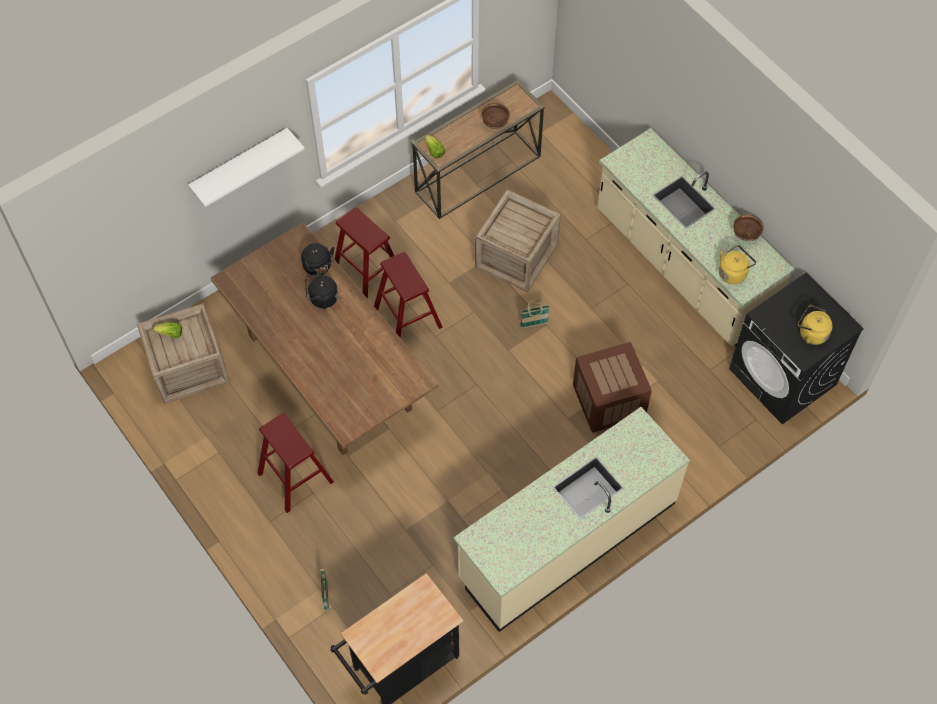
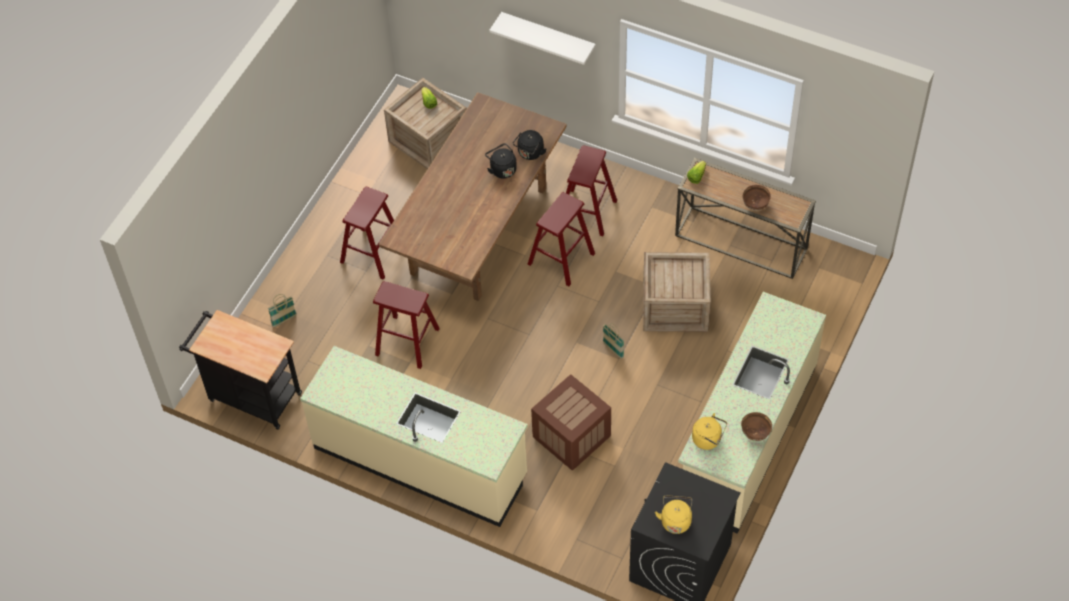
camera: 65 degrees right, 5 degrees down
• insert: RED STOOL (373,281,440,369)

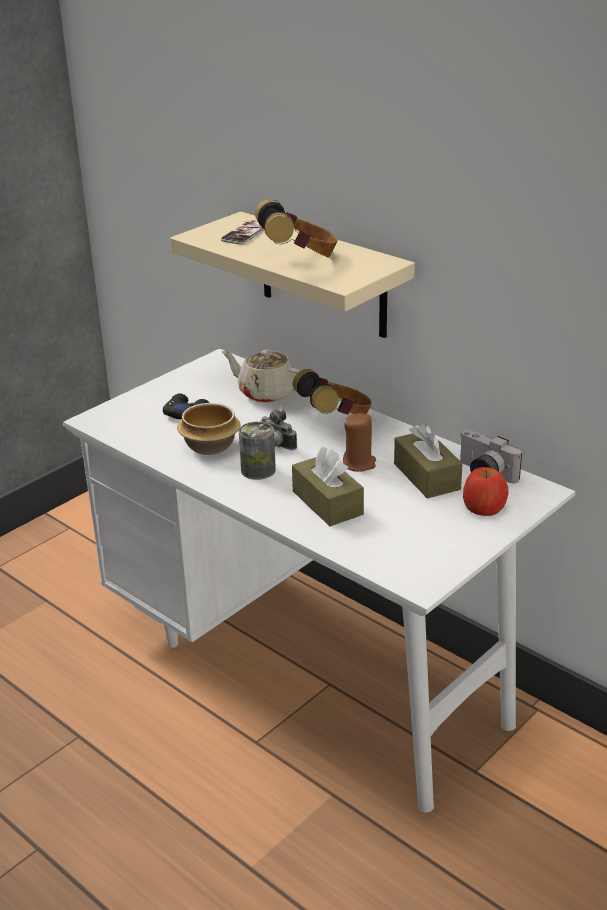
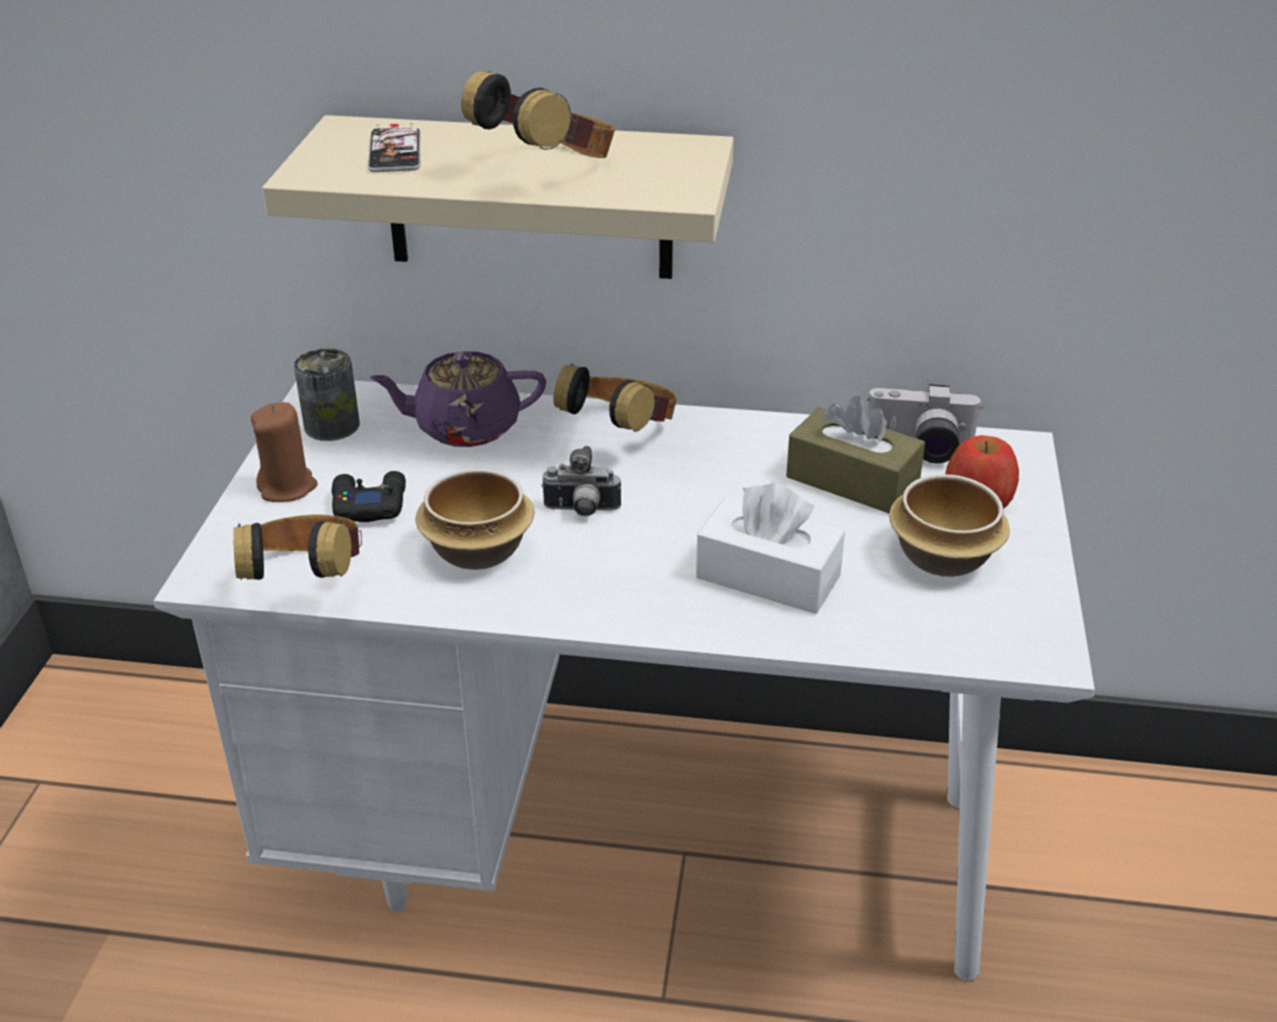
camera: 35 degrees left, 5 degrees up
• insert: HEADPHONES (233,514,362,580)
• insert: BOWL (889,474,1010,577)
• move: CAN (239,422,276,480) to (294,348,360,441)
• move: BROWN CANDLE (342,413,376,472) to (251,402,318,502)
• recolor: BEIGE TEAPOT (222,349,301,403) to PURPLE TEAPOT (369,351,546,447)
• recolor: BROWN TISSUE BOX (292,447,364,526) to WHITE TISSUE BOX (696,483,845,614)

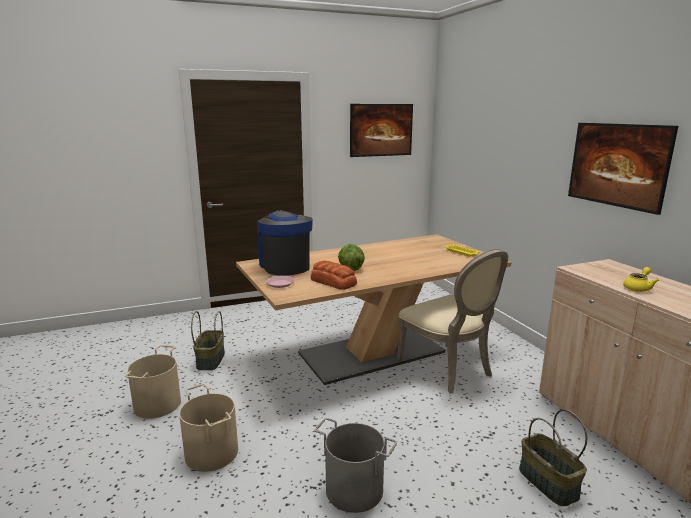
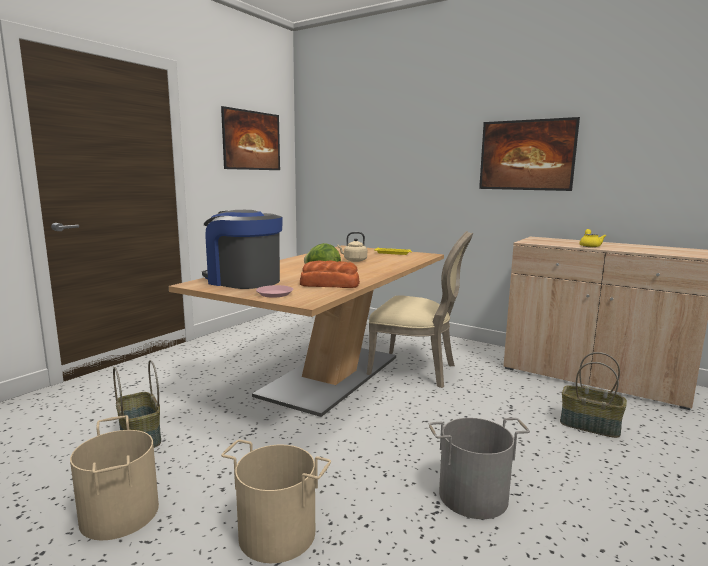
camera: 35 degrees left, 5 degrees down
• insert: BEIGE KETTLE (337,232,367,262)

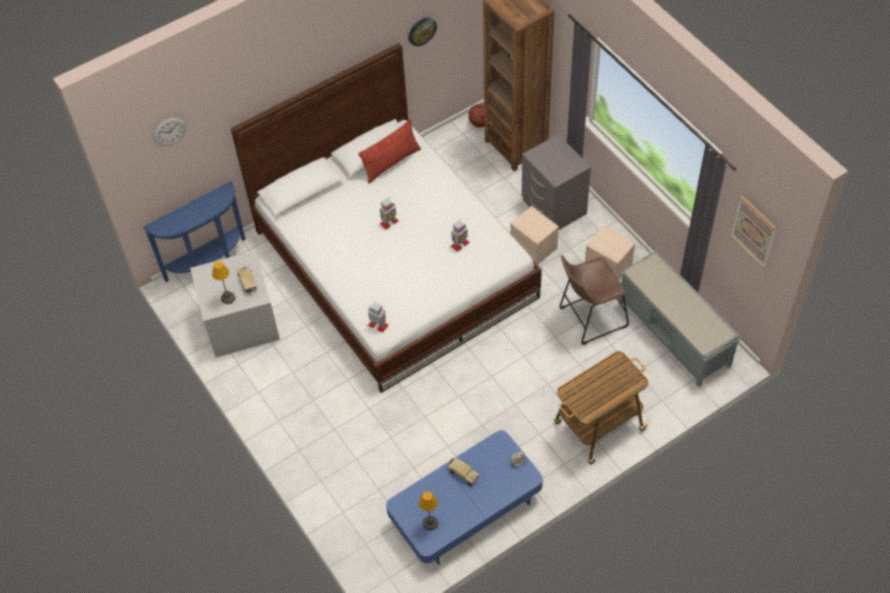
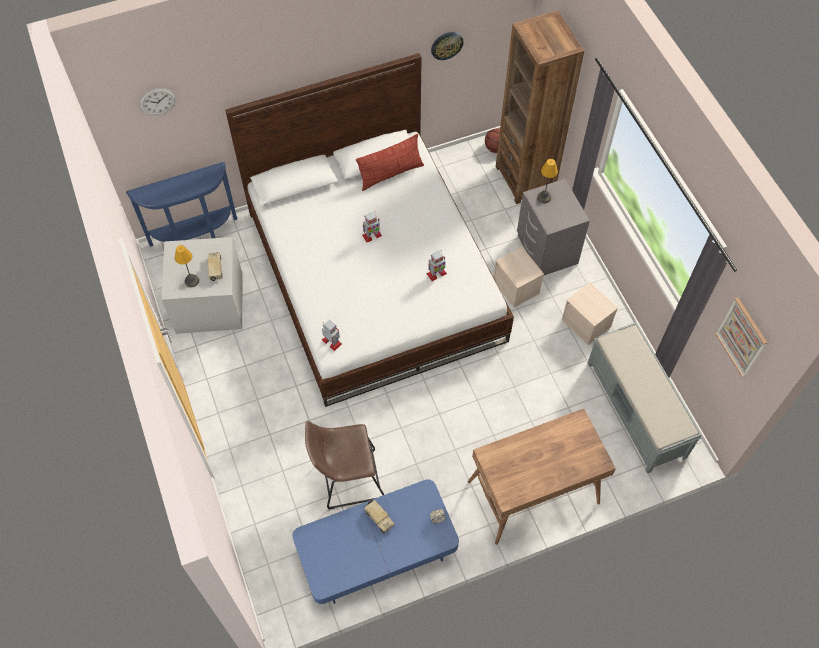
camera: 10 degrees right, 5 degrees up
• move: TABLE LAMP (419,491,438,531) to (537,159,558,203)
• move: BROWN STOOL (559,255,629,345) to (305,421,384,510)
• replace: CART (554,351,650,464) to BROWN DESK (468,409,616,545)

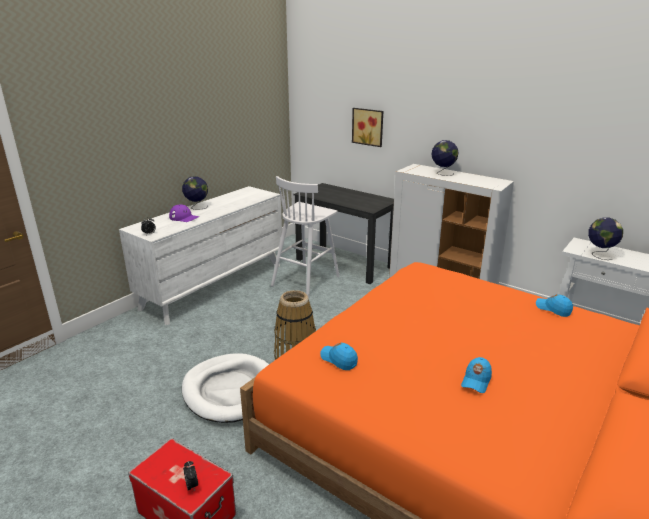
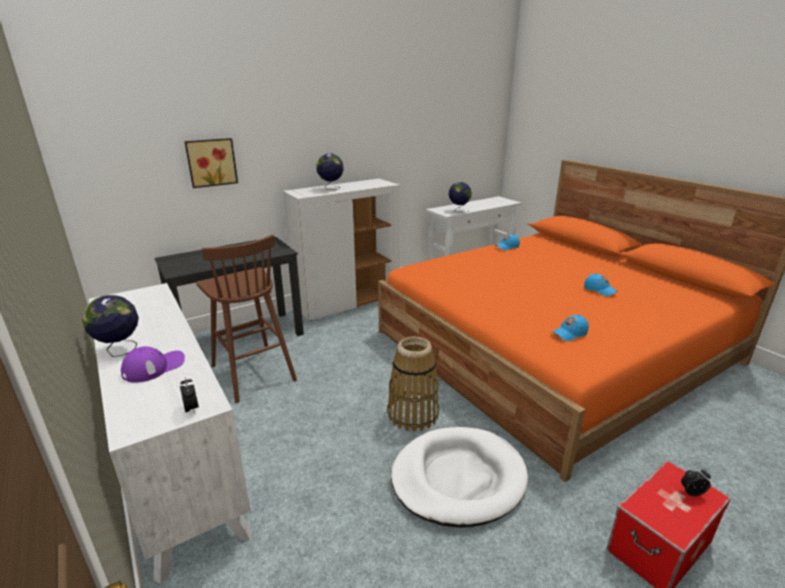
camera: 70 degrees left, 0 degrees up
• recolor: WHITE STOOL (271,176,340,298) to BROWN STOOL (196,235,297,403)

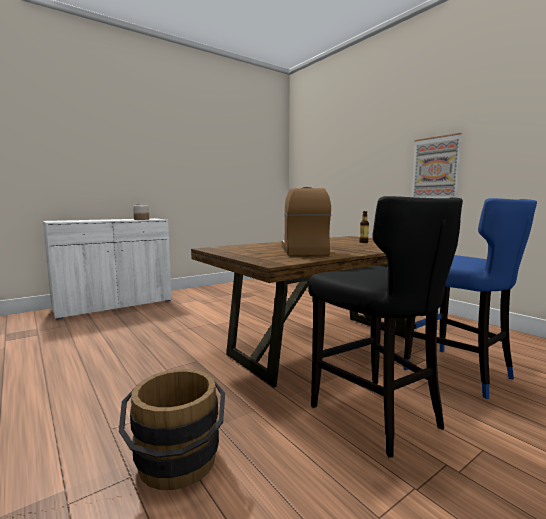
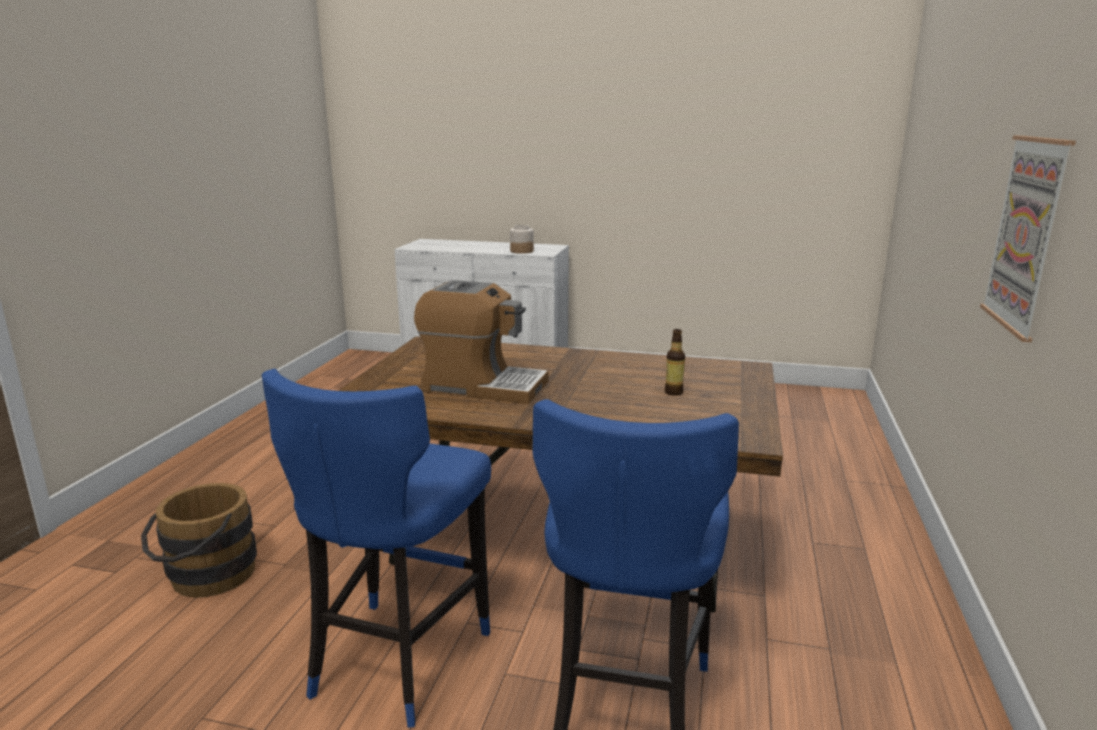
camera: 50 degrees right, 10 degrees up
• recolor: BLACK STOOL (308,196,463,458) to BLUE STOOL (262,369,491,728)
• rotate: COFFEE MACHINE (282,187,331,256) = (414,280,549,404) 60 degrees clockwise

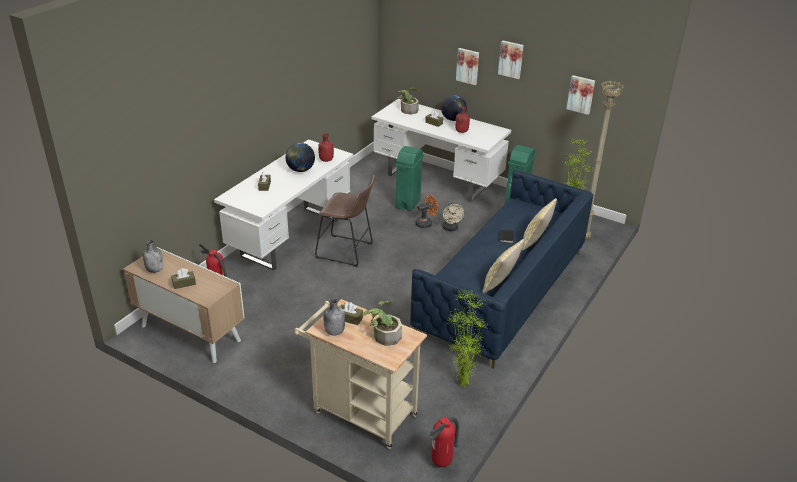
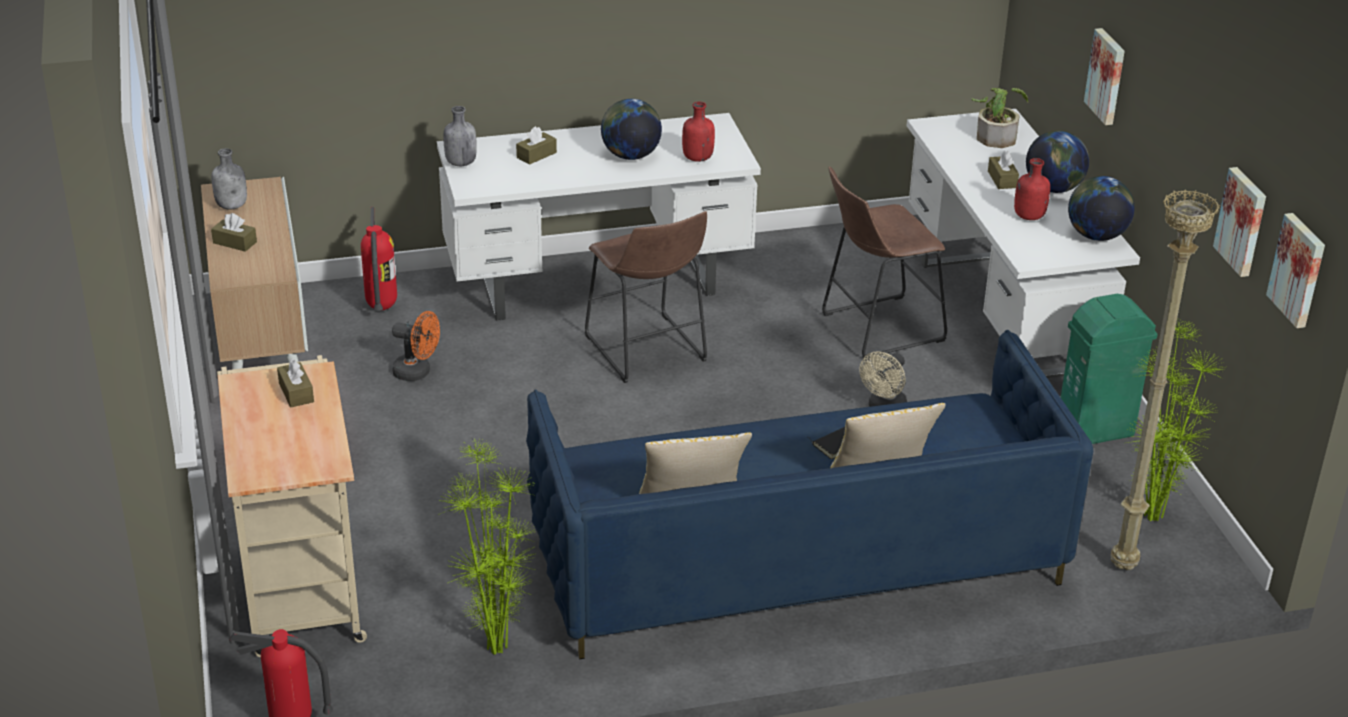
camera: 45 degrees right, 0 degrees up
• delete: POTTED PLANT (363,301,402,346)
• insert: GLOBE (1068,176,1134,241)
• move: GREY BOTTLE (323,298,345,335) to (443,106,477,166)
• move: ORANGE FAN (415,194,438,228) to (392,311,440,381)
• move: PICTURE (498,40,524,79) to (1266,213,1325,328)
• replace: GREEN TRASH CAN (396,146,424,211) to BROWN STOOL (822,167,947,360)

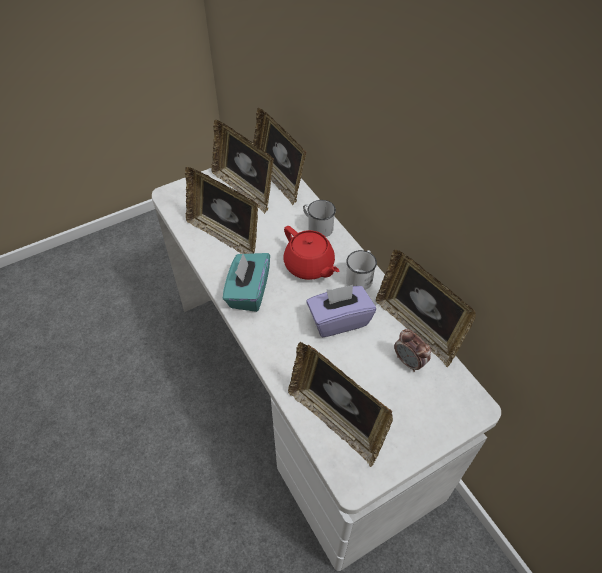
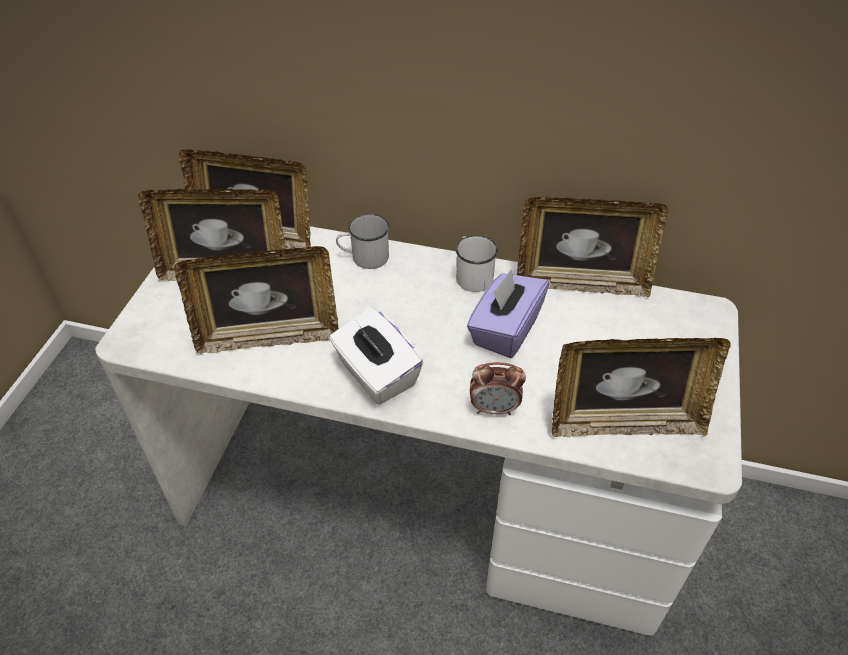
camera: 45 degrees left, 5 degrees down
• delete: RED TEAPOT (284,226,339,280)
• move: ALARM CLOCK (394,329,431,372) to (470,362,526,415)
• recolor: TURQUOISE TISSUE BOX (223,253,270,312) to WHITE TISSUE BOX (329,306,423,405)

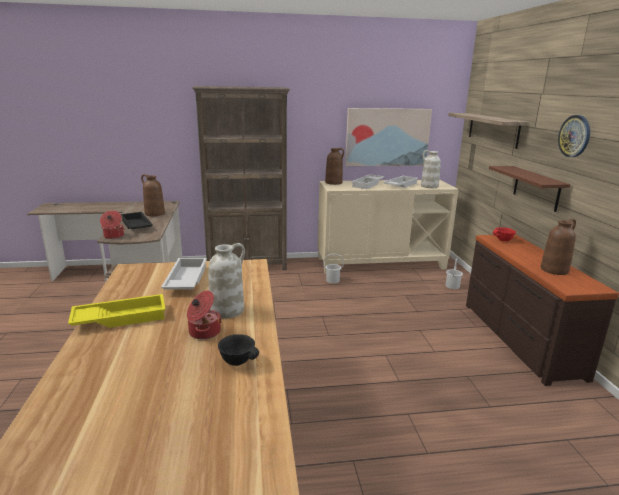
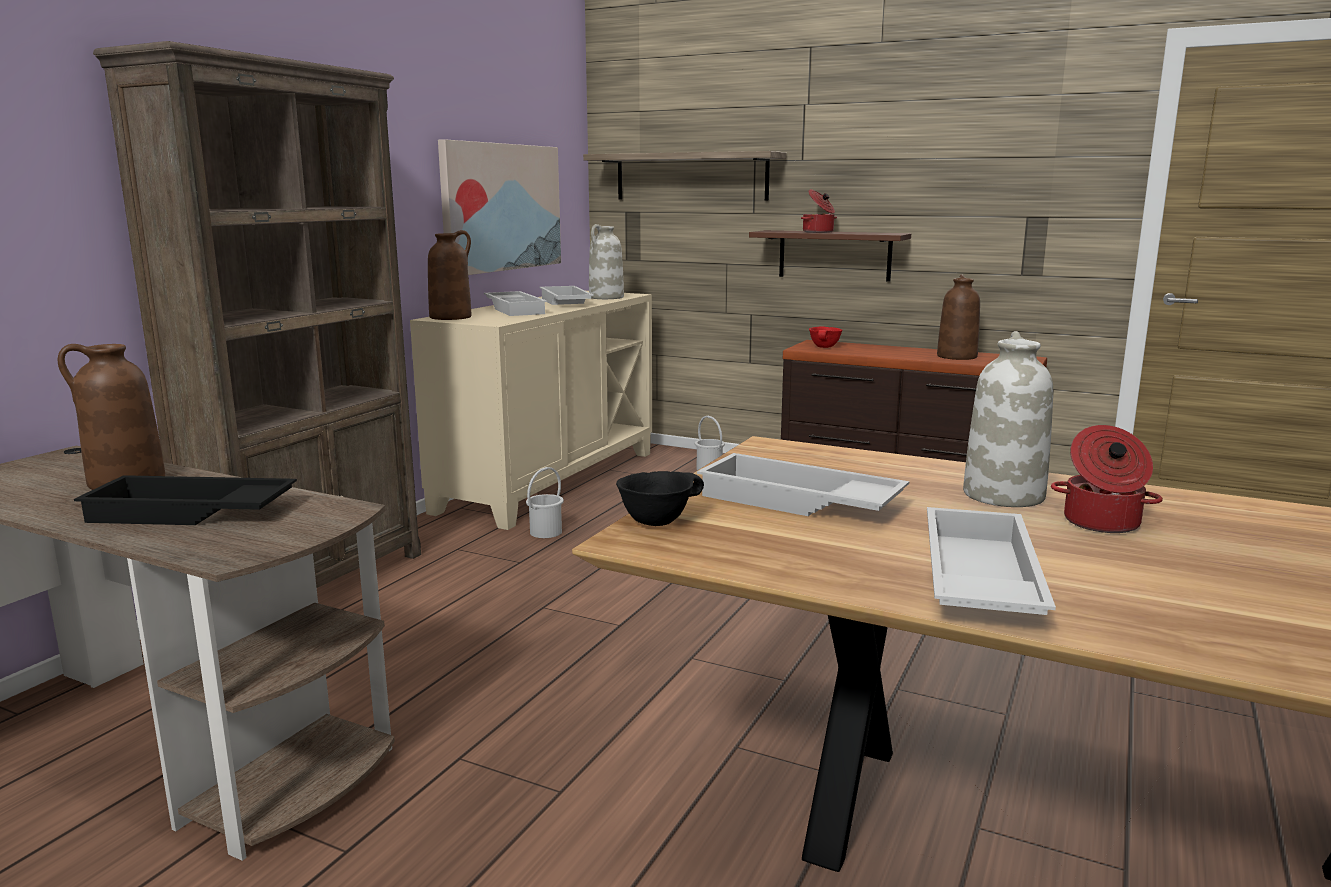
camera: 55 degrees left, 5 degrees down
• delete: WALL CLOCK (558,115,590,157)
• move: COOKING POT (100,210,125,239) to (801,189,837,233)
• move: BLACK BOWL (218,334,259,366) to (616,471,704,526)
• recolor: YELLOW TRAY (68,294,166,328) to WHITE TRAY (927,507,1056,615)

